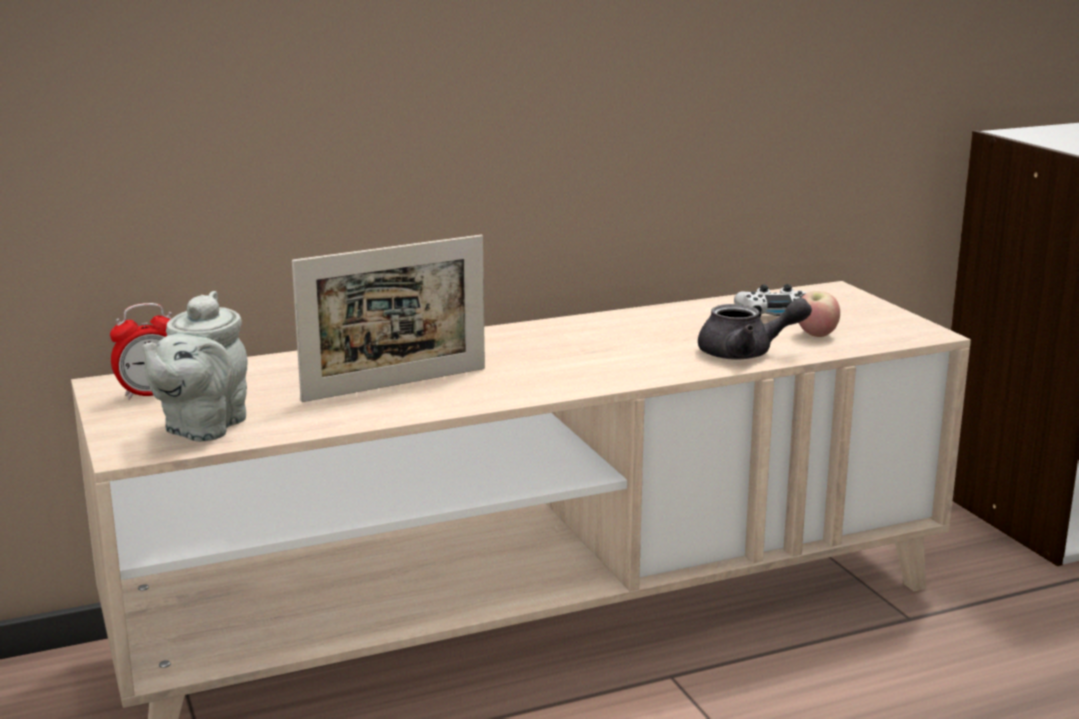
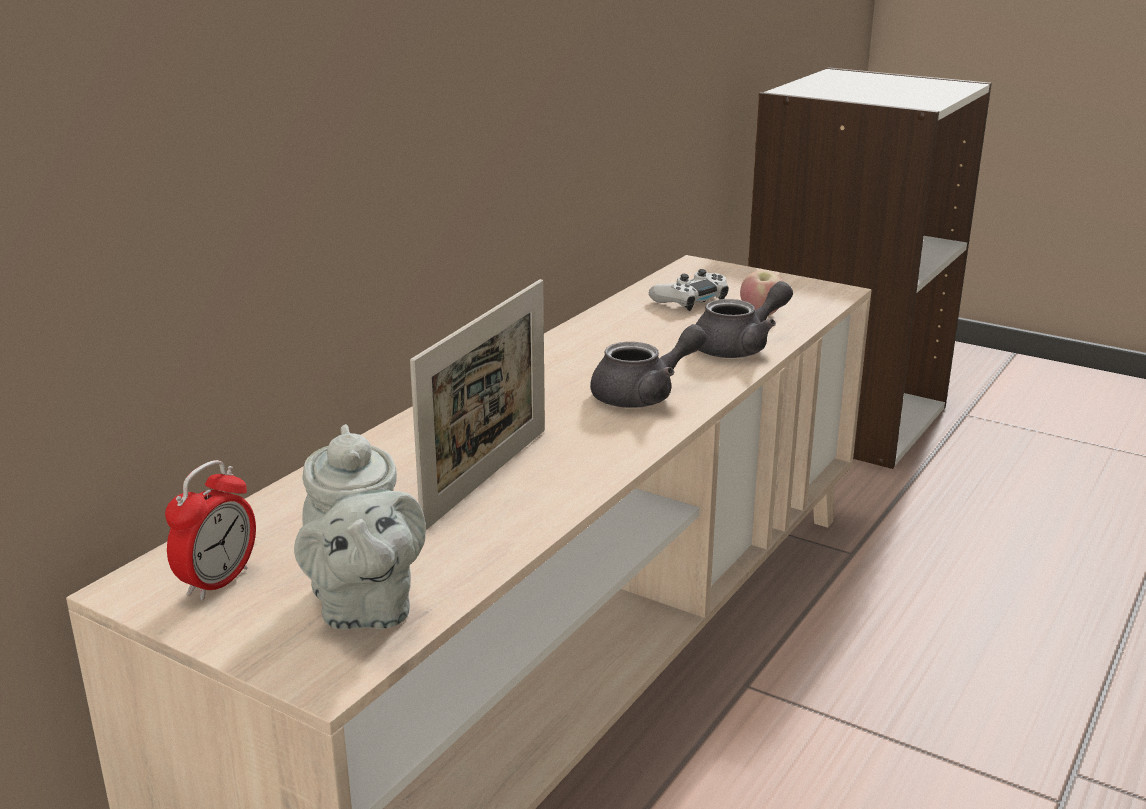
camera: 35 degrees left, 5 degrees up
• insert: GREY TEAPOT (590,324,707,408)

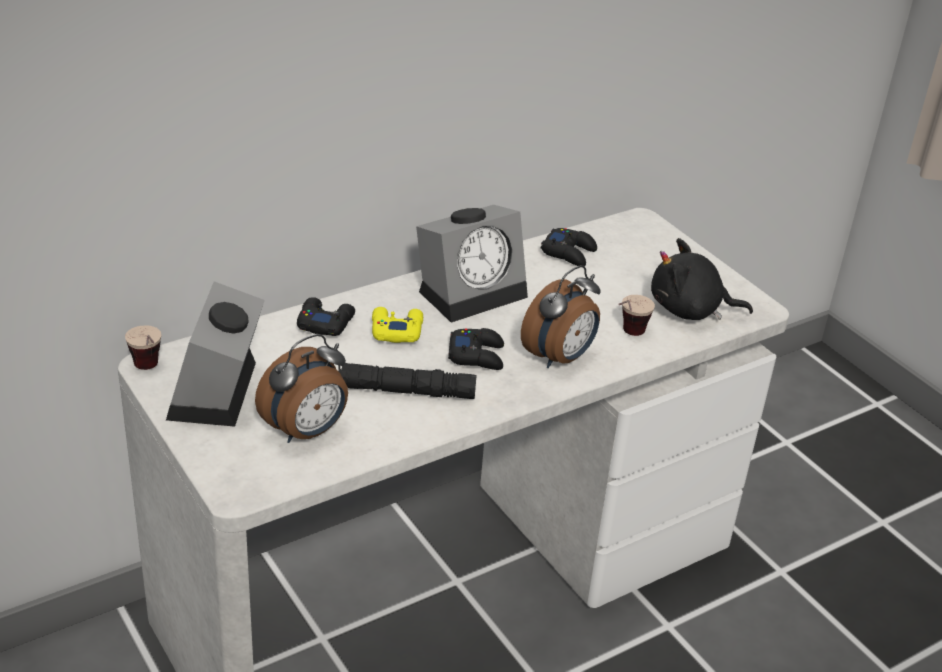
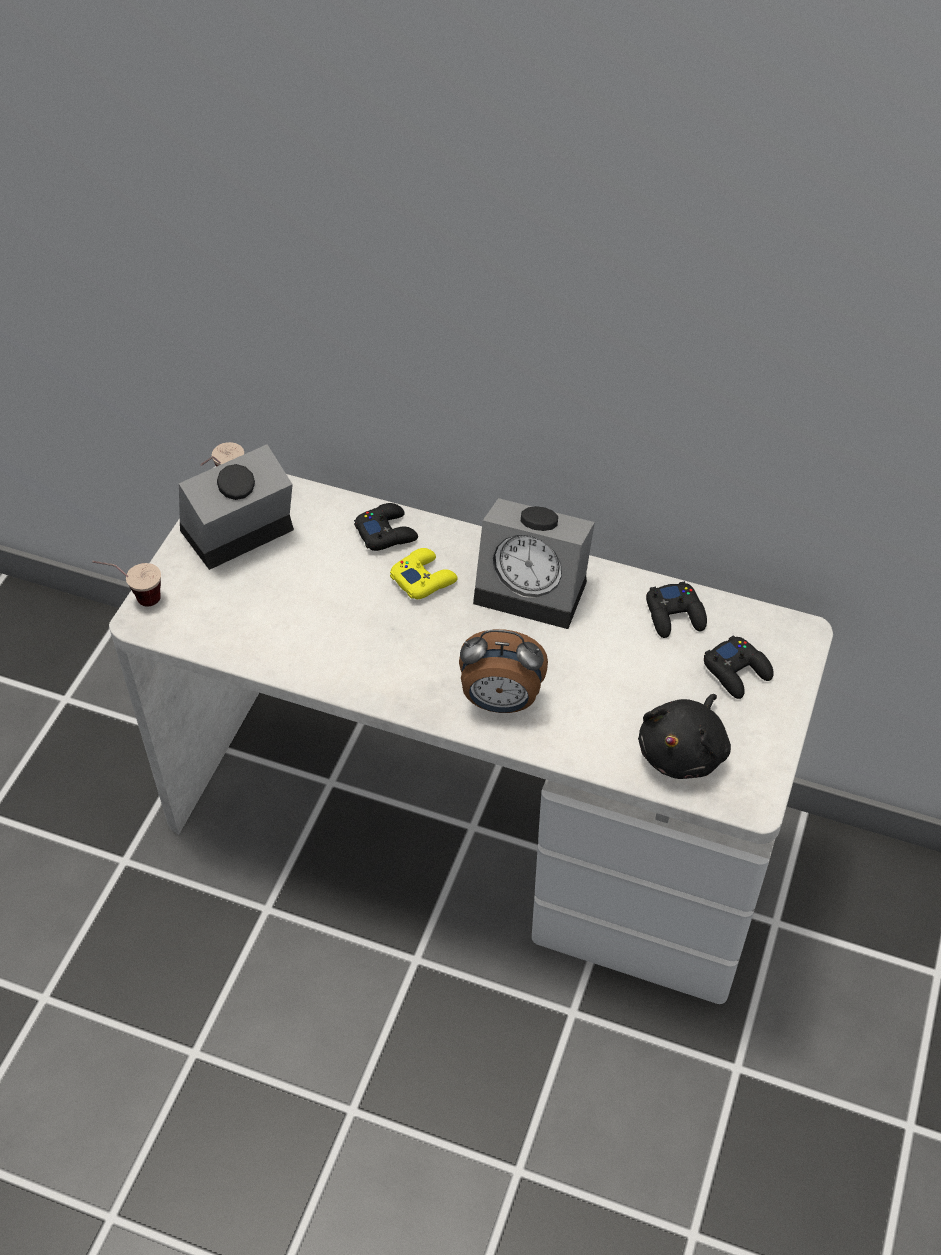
camera: 55 degrees right, 15 degrees up
• delete: ALARM CLOCK (255,334,348,443)
• delete: BLACK FLASHLIGHT (338,363,477,399)
• move: BLACK GAME CONTROLLER (448,328,504,370) to (704,635,774,699)
• move: CUP (618,295,655,336) to (92,561,161,607)
• rotate: BLACK PLUSH TOY (651,238,753,320) = (638,694,731,779) 120 degrees counterclockwise

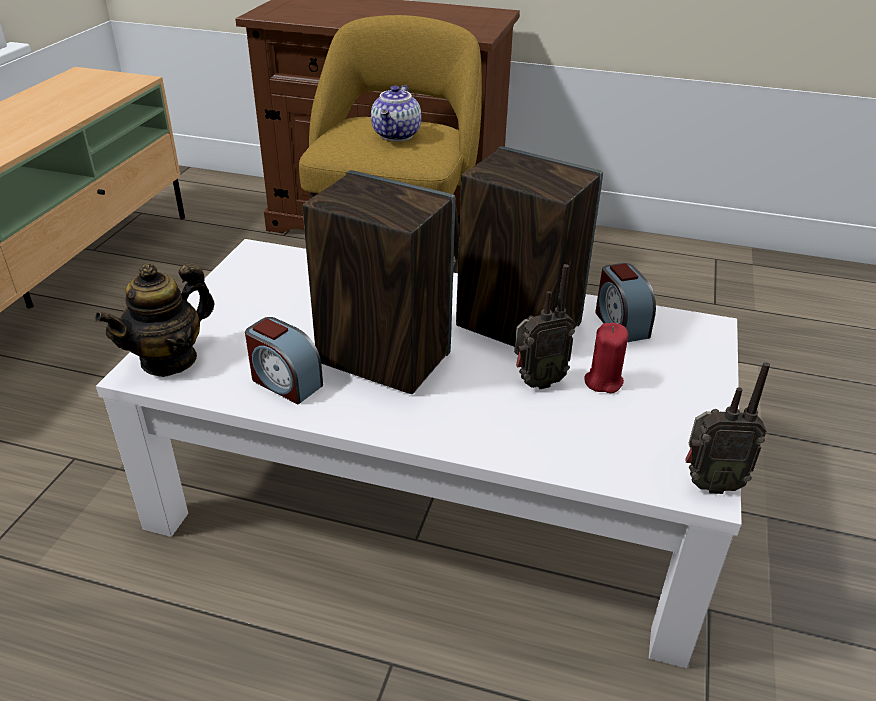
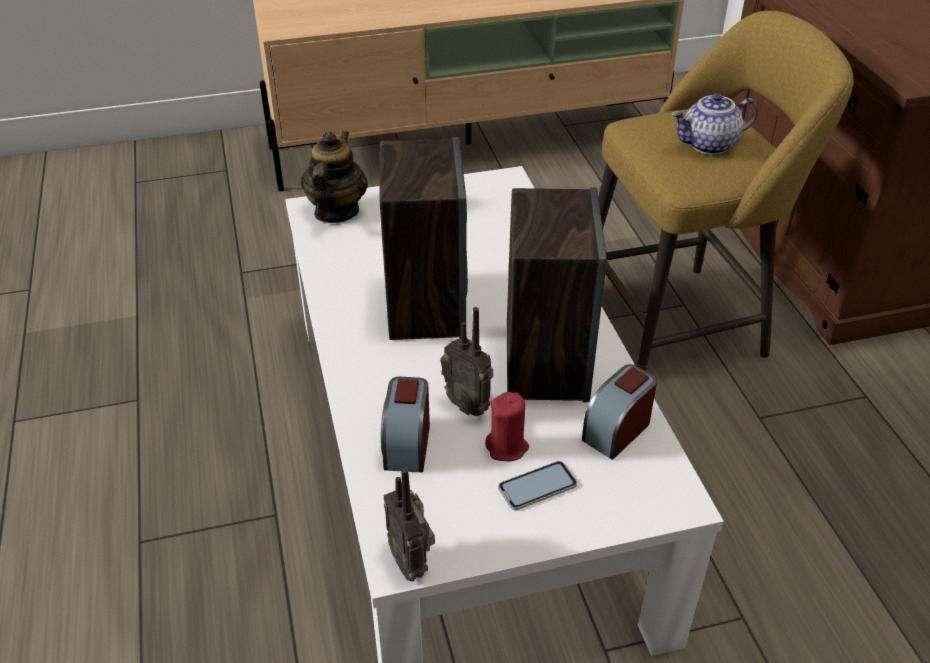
camera: 60 degrees right, 5 degrees up
• insert: PHONE (498,461,577,510)
• move: ALARM CLOCK (245,317,323,404) to (381,377,430,473)
• rotate: TEAPOT (95,263,215,377) = (301,131,368,223) 90 degrees clockwise

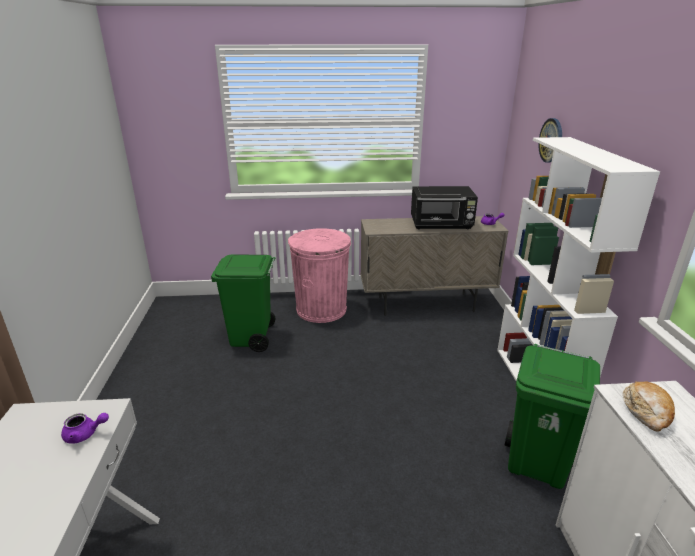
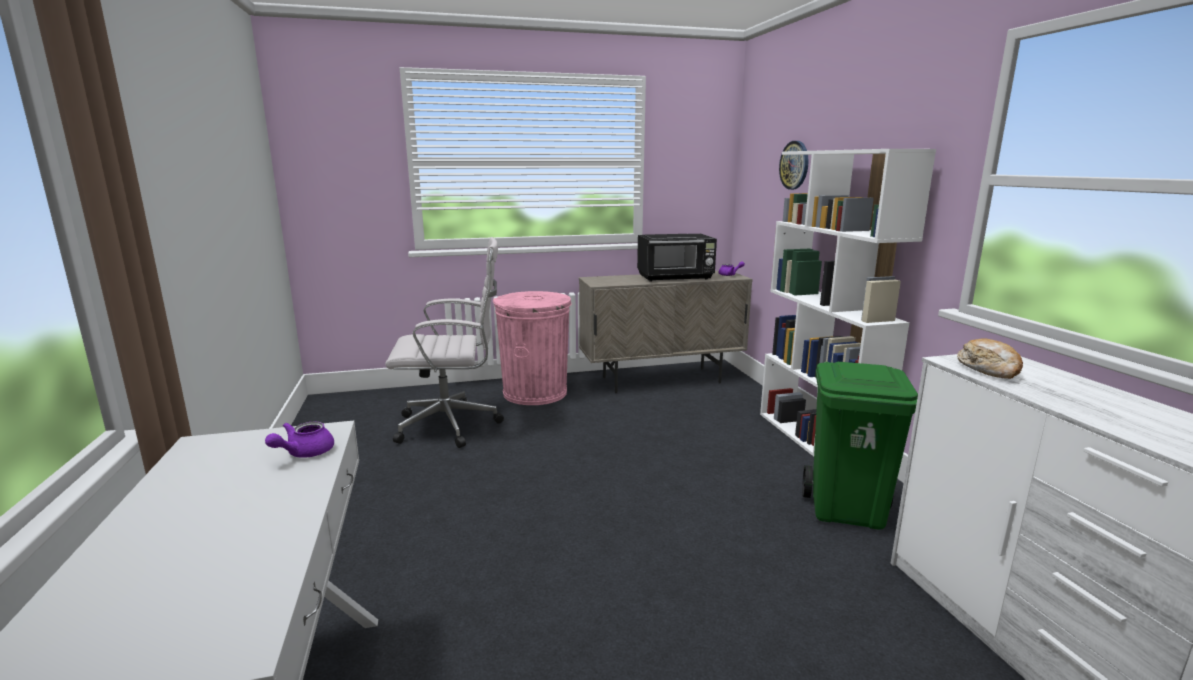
camera: 10 degrees left, 10 degrees down
• replace: GREEN TRASH CAN (211,254,275,352) to WHITE OFFICE CHAIR (385,237,504,448)
• rotate: PURPLE TEAPOT (61,413,109,444) = (265,421,334,458) 135 degrees clockwise

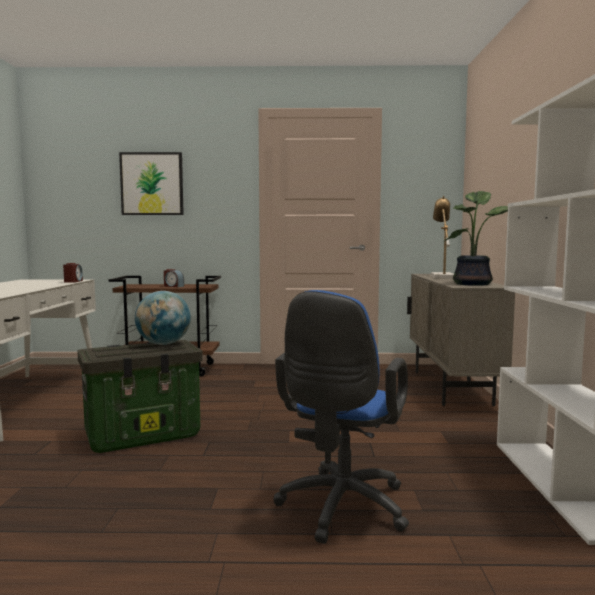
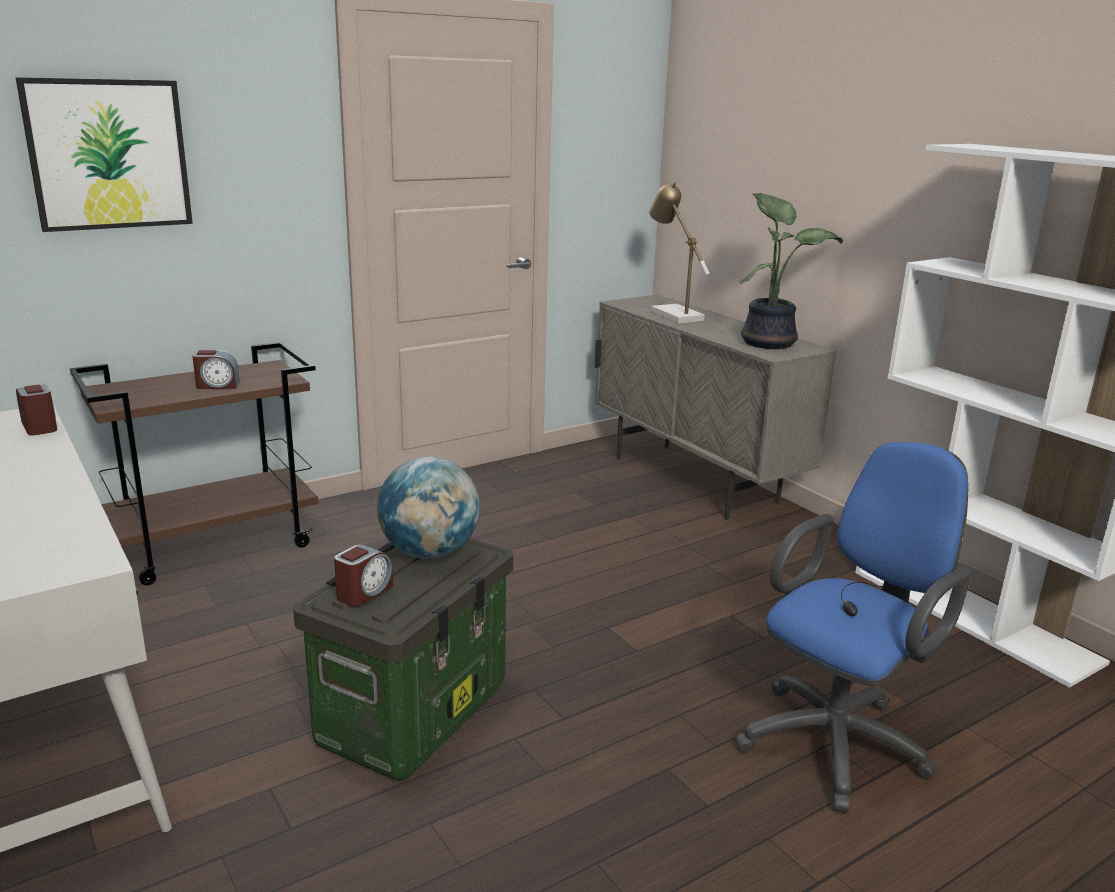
camera: 35 degrees left, 15 degrees up
• insert: ALARM CLOCK (334,544,393,607)
• rotate: BLUE OFFICE CHAIR (273,290,409,544) = (735,442,972,813) 120 degrees counterclockwise

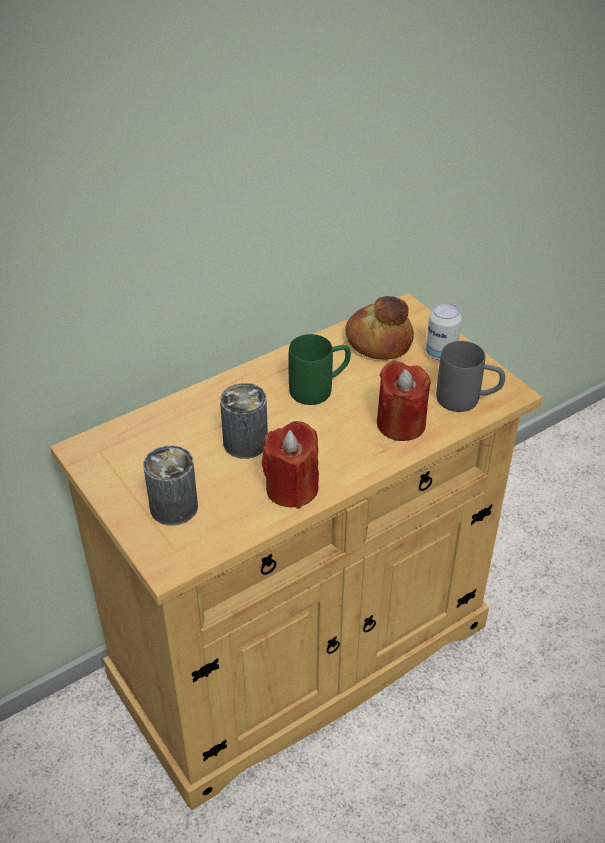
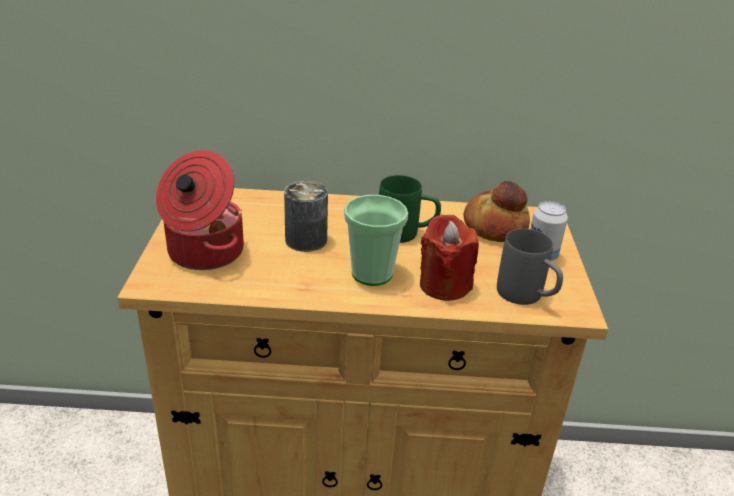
camera: 35 degrees right, 10 degrees down
• delete: RED CANDLE (262,421,319,509)
• insert: CUP (344,195,408,286)
• replace: CAN (143,445,198,526) to COOKING POT (156,150,244,270)

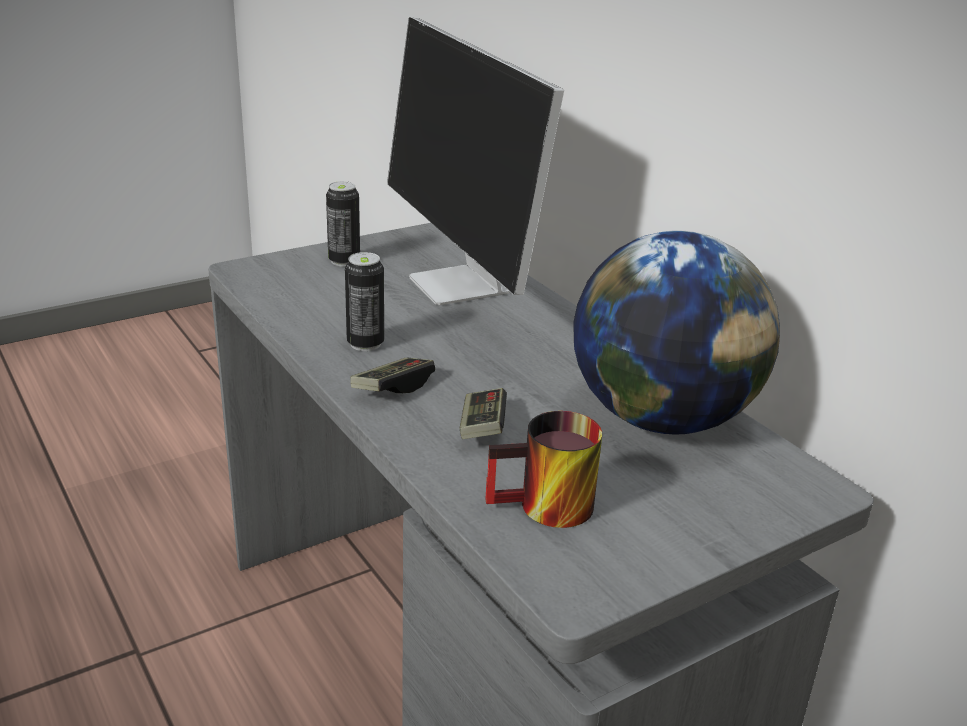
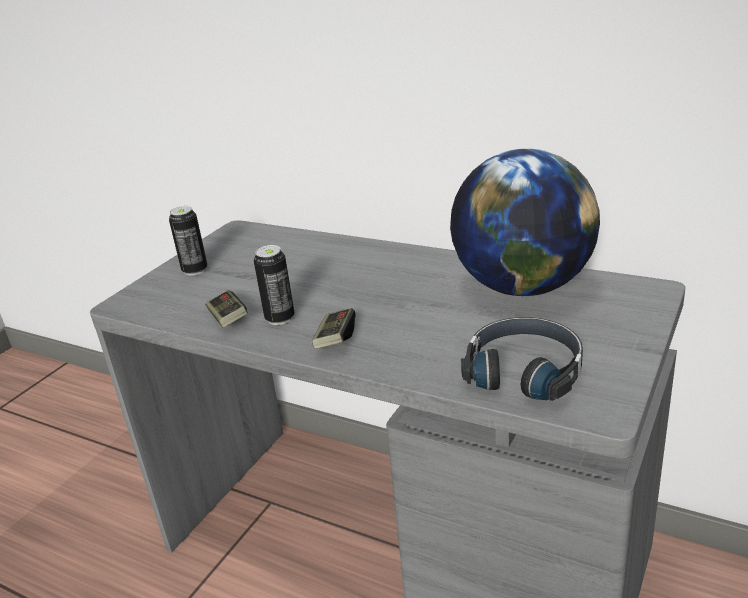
camera: 25 degrees left, 0 degrees up
• delete: MONITOR (387,17,564,305)
• move: GAME CONTROLLER (459,388,507,439) to (205,290,248,327)
• replace: MUG (485,411,602,528) to BLACK HEADPHONES (461,317,583,401)

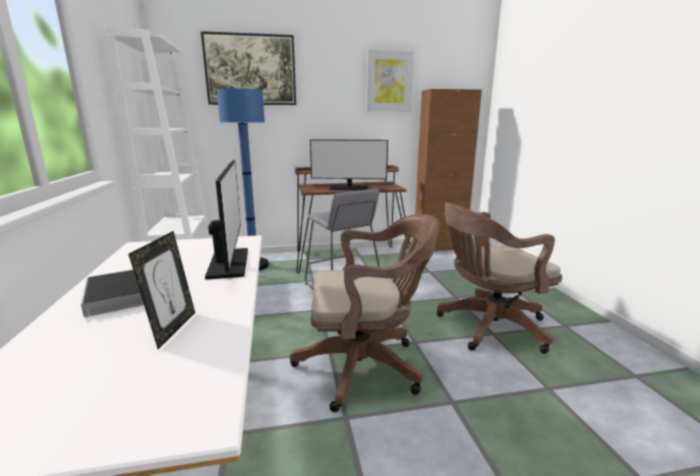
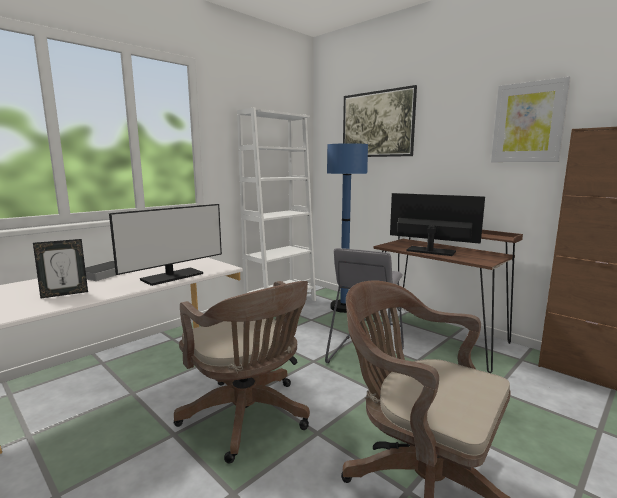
camera: 55 degrees right, 5 degrees down
• rotate: MONITOR (310,139,388,190) = (390,193,485,256) 150 degrees clockwise

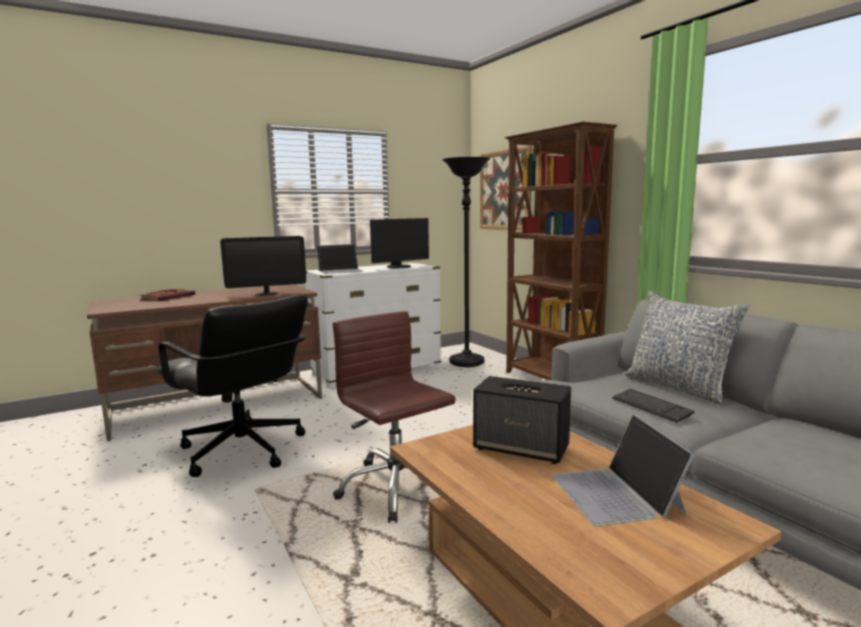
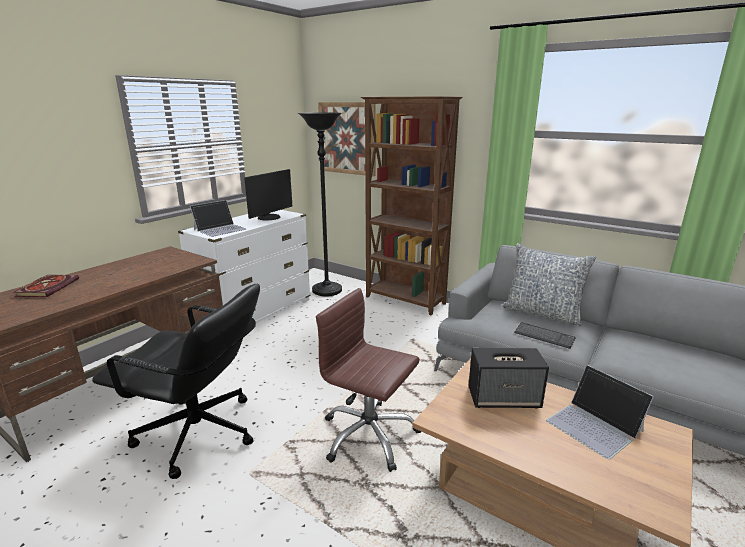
camera: 25 degrees left, 10 degrees up
• delete: MONITOR (220,236,306,296)

